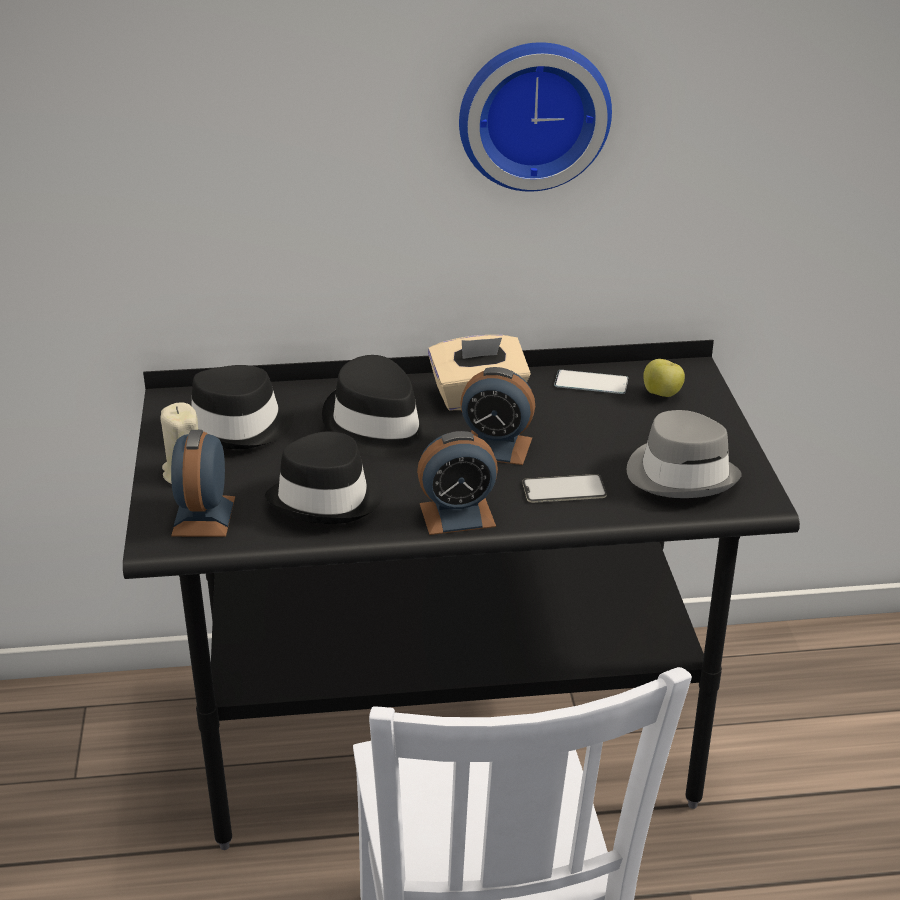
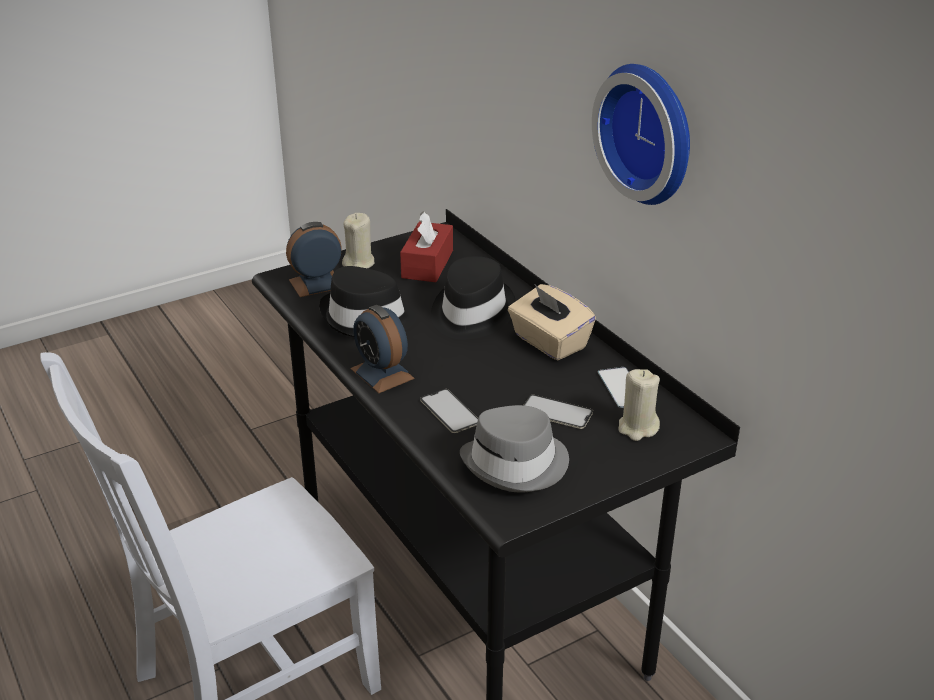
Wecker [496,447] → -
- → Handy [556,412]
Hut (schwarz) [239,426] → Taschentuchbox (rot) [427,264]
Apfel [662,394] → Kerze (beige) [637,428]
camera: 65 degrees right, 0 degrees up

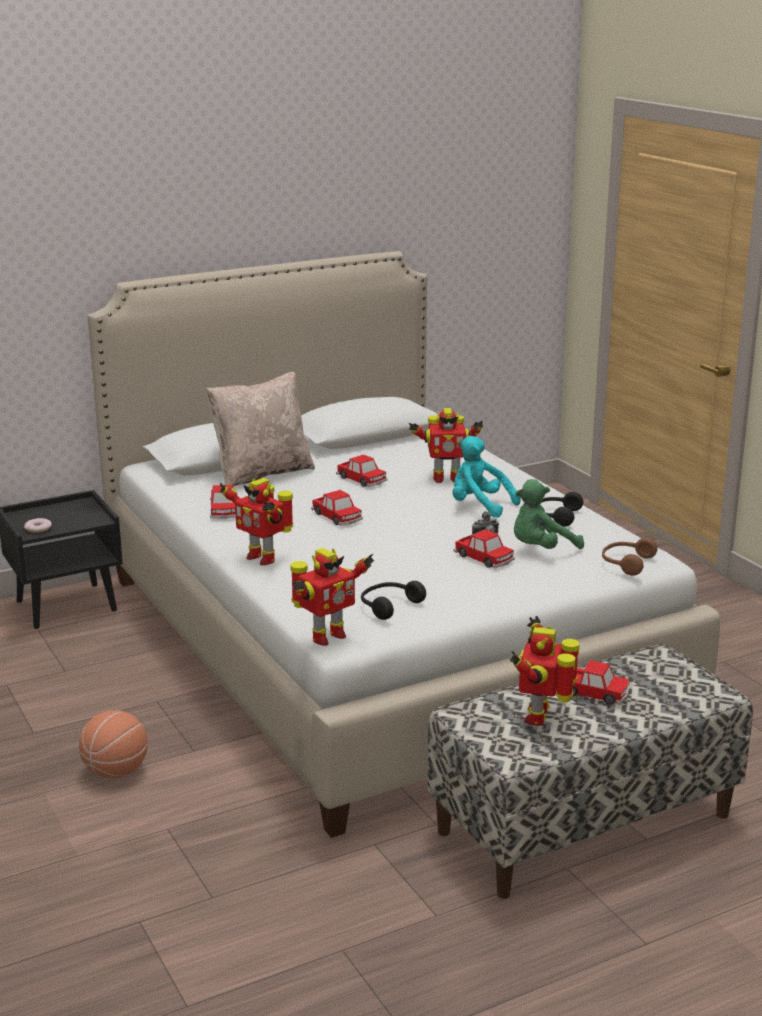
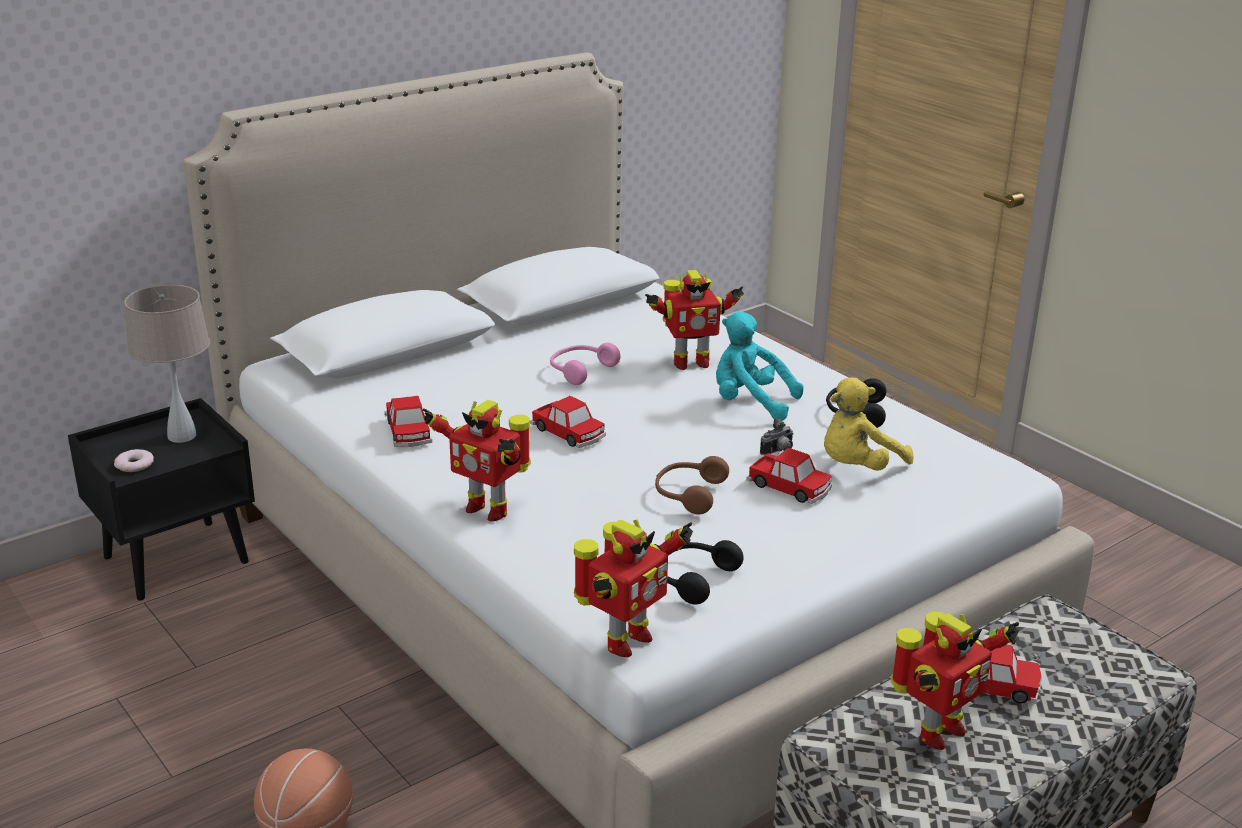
Kissen (beige) [261,474] → -
- → Tischlampe (beige) [182,436]
Kopfhörer (braun) [625,563] → Kopfhörer (braun) [688,494], relocated
Spielzeugauto [362,479] → Kopfhörer (rosa) [580,370]
Plüschtier (grün) [541,549] → Plüschtier (gelb) [857,467]
Spielzeugroboter [540,716] → Spielzeugroboter [936,732], 135 degrees counterclockwise
camera: 10 degrees left, 5 degrees up

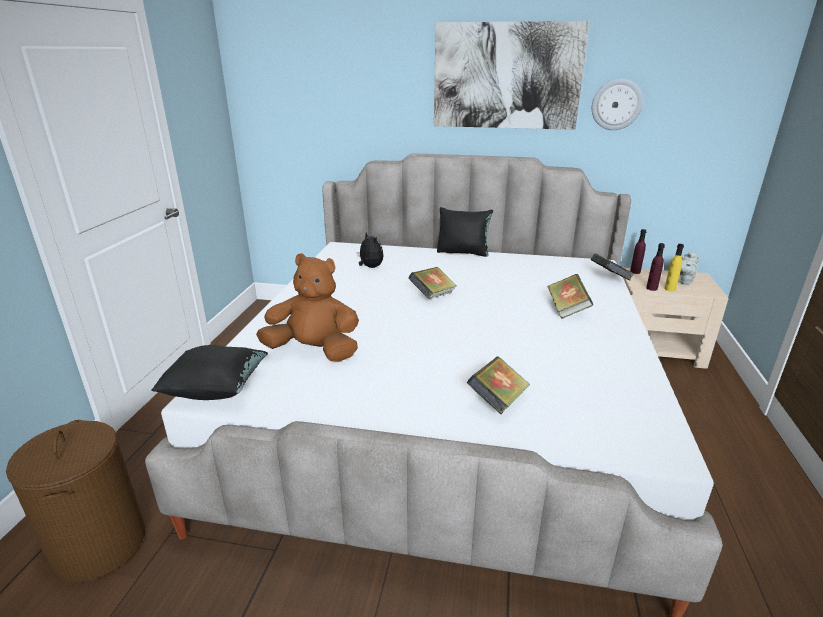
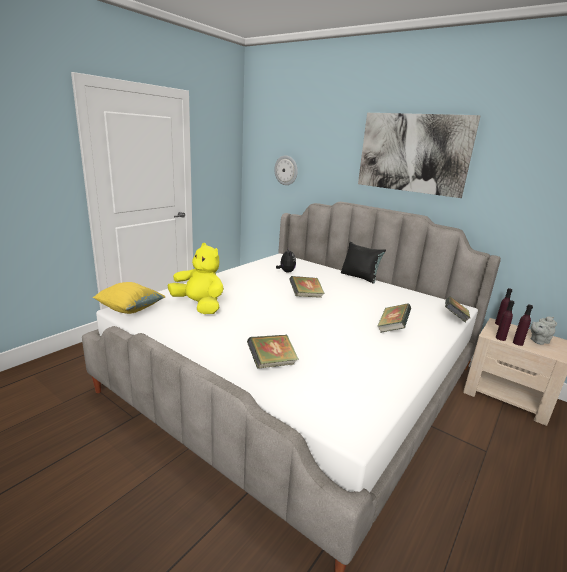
Wäschekorb (braun) [99,545] → -
Wanduhr [616,104] → Wanduhr [286,170], relocated
Kissen (schwarz) [216,389] → Kissen (gelb) [130,309]
Plüschtier (braun) [314,351] → Plüschtier (gelb) [199,306]
Flasche (gelb) [670,289] → Flasche (lila) [517,343]
camera: 25 degrees right, 5 degrees down

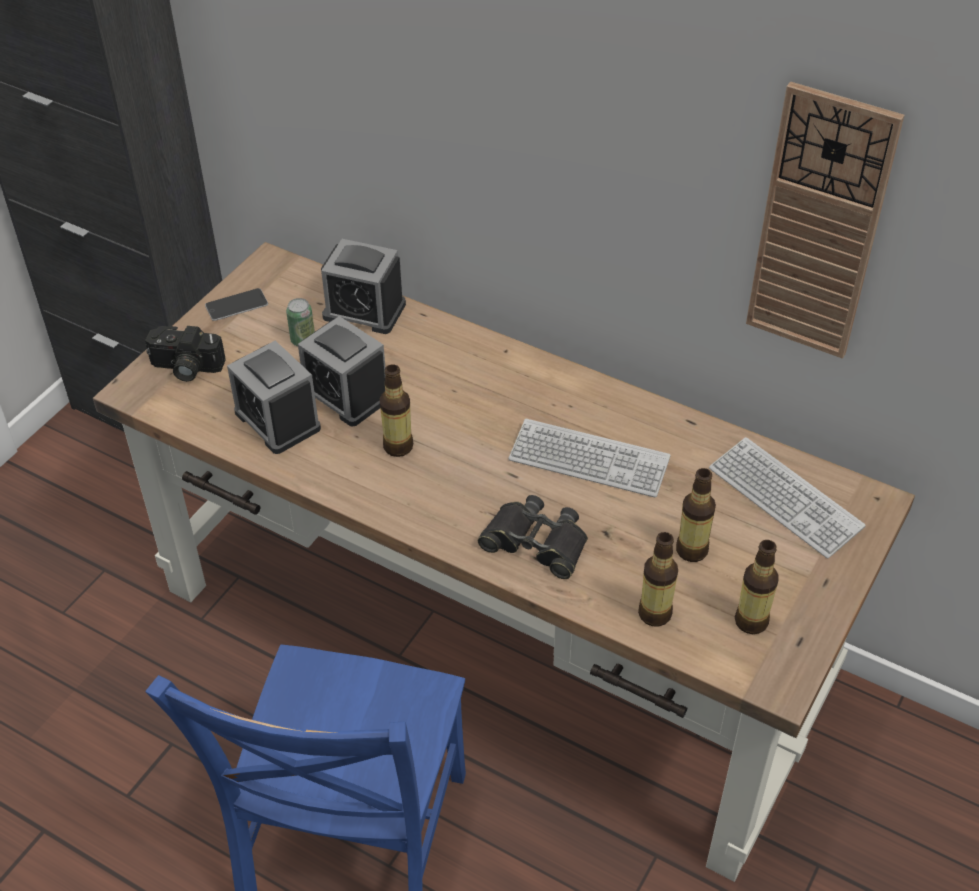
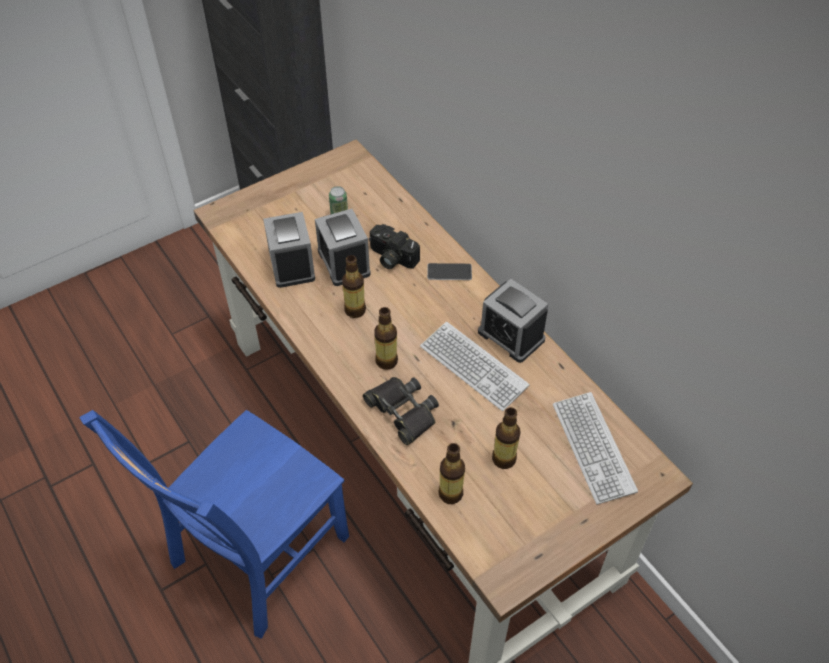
Wanduhr [819,226] → -
Kamera [185,368] → Kamera [391,258], relocated
Handy [236,305] → Handy [449,272], relocated
Wecker [364,310] → Wecker [511,336], relocated
Flasche [751,621] → Flasche [386,361], relocated
camera: 25 degrees right, 5 degrees up

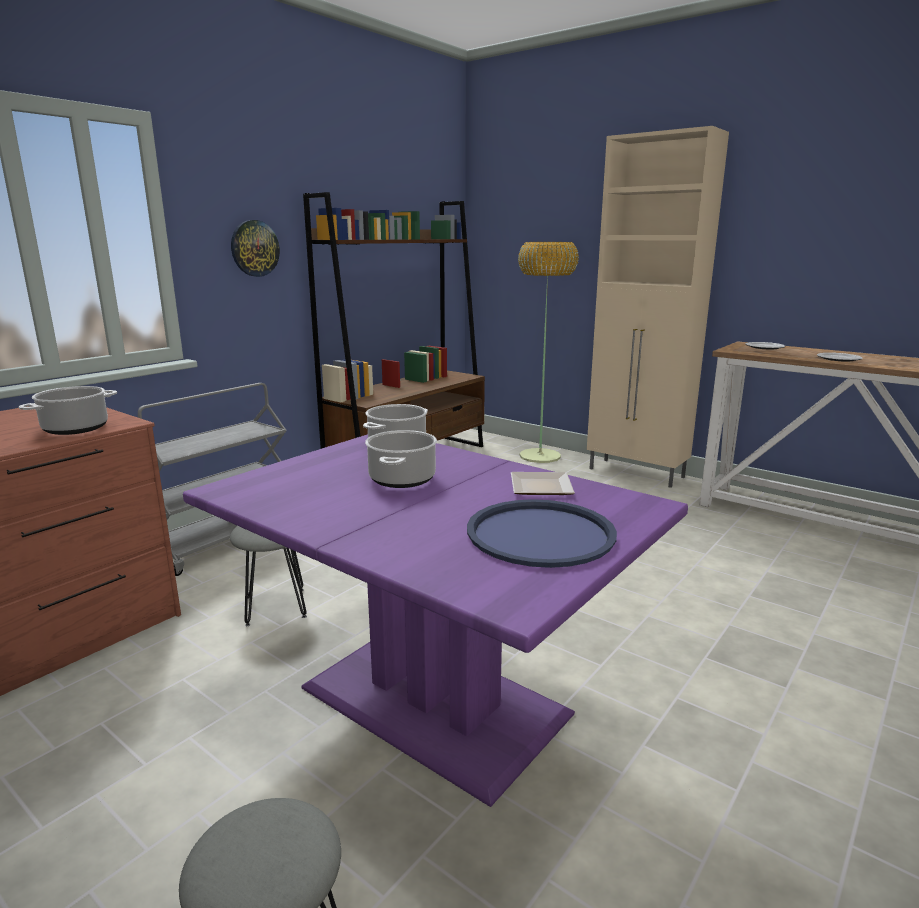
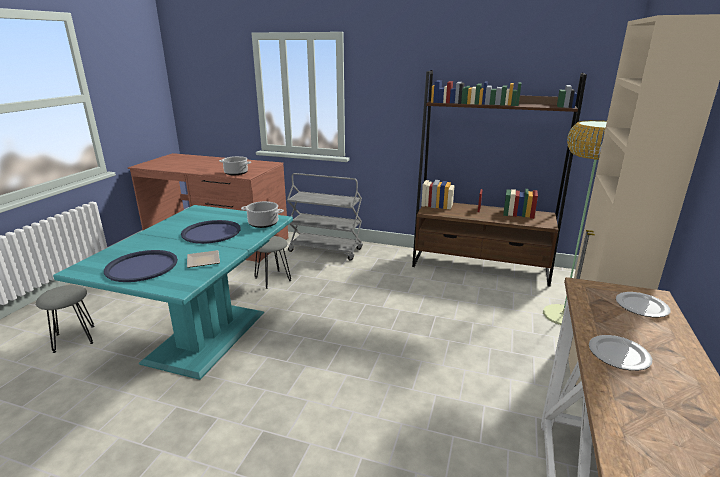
Wanduhr [254,248] → -
Kochtopf [402,479] → Tablett (blau) [211,232]
Esstisch (lila) [432,703] → Esstisch (türkis) [205,336]
camera: 70 degrees right, 5 degrees up

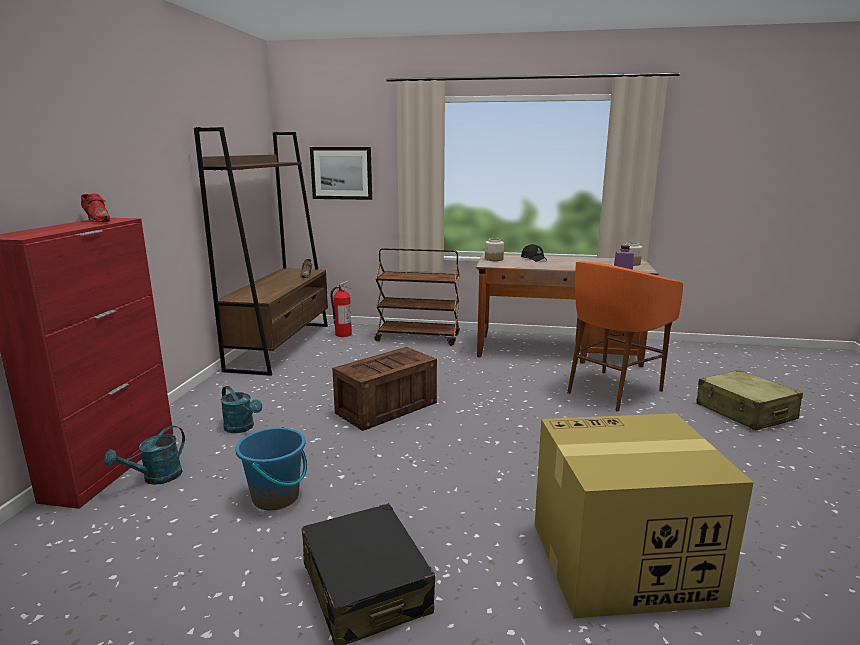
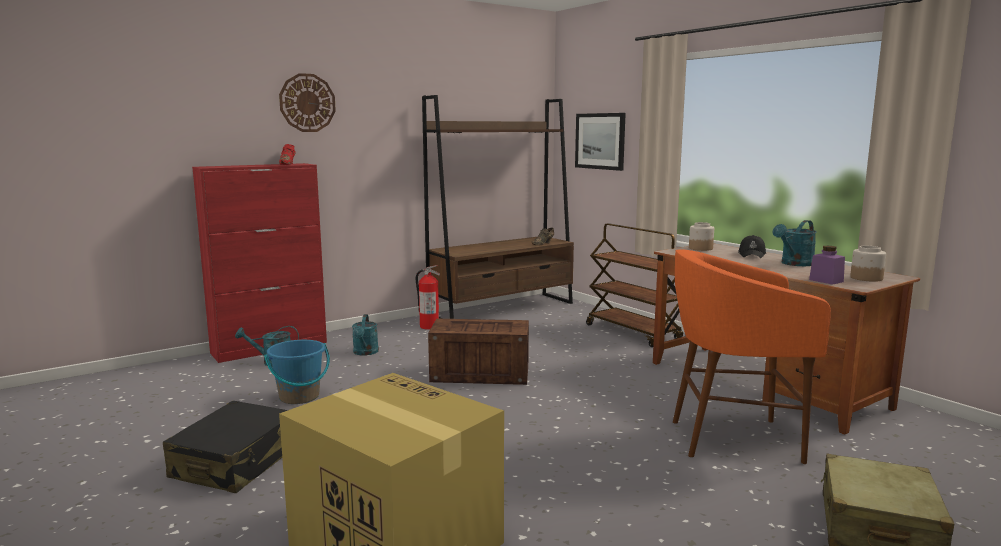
- → Wanduhr [307,103]
- → Gießkanne (türkis) [794,264]
Feuerlöscher [343,334] → Feuerlöscher [429,326], relocated
camera: 45 degrees right, 5 degrees down

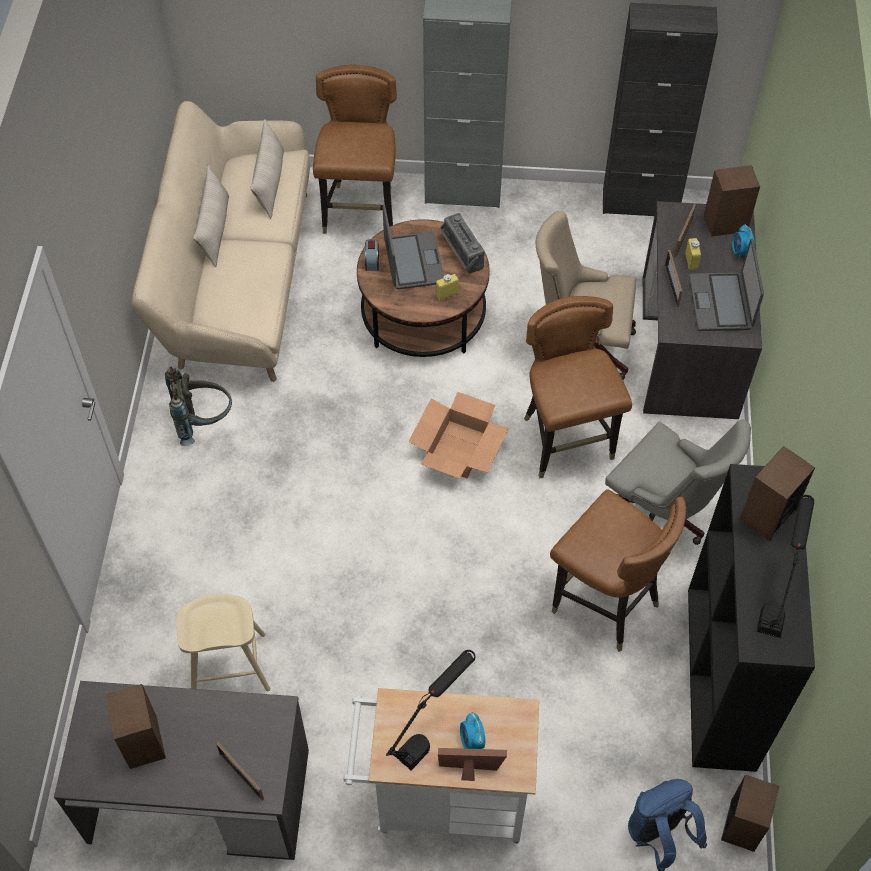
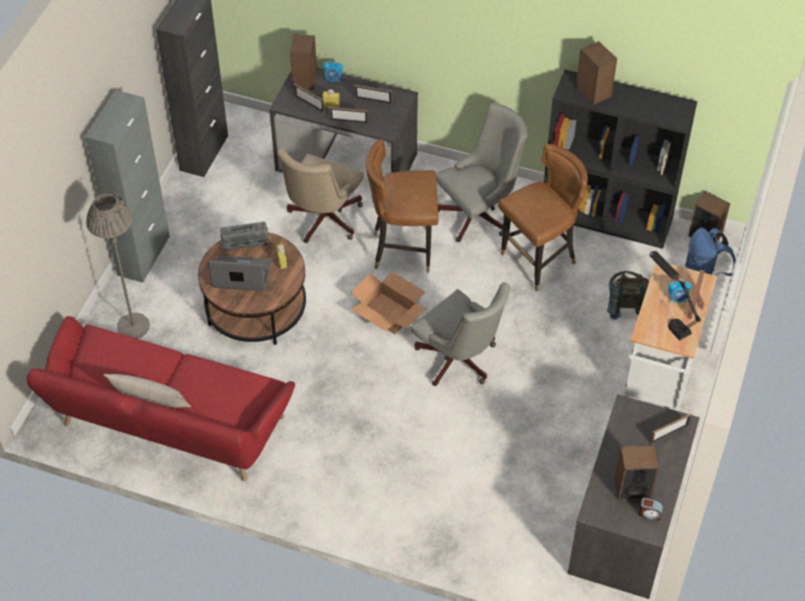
Hocker (beige) [228,667] → -
Kissen (beige) [270,183] → -
Tischlampe (schwarz) [775,598] → -
- → Bürostuhl (grau) [459,362]
Rucksack (grau) [203,422] → Rucksack (grau) [625,305], relocated
Wecker [372,261] → Wecker [649,513], relocated
Stuhl (braun) [361,213] → Stehlampe (grau) [133,326]
Laptop [721,303] → Bilderrahmen [373,101]
Sofa (beige) [237,280] → Sofa (rot) [168,425]
camera: 75 degrees left, 5 degrees down

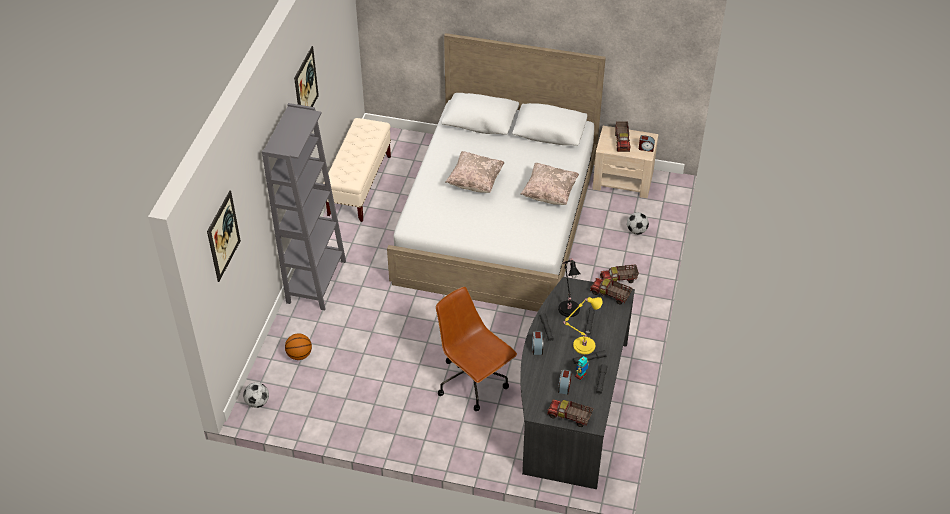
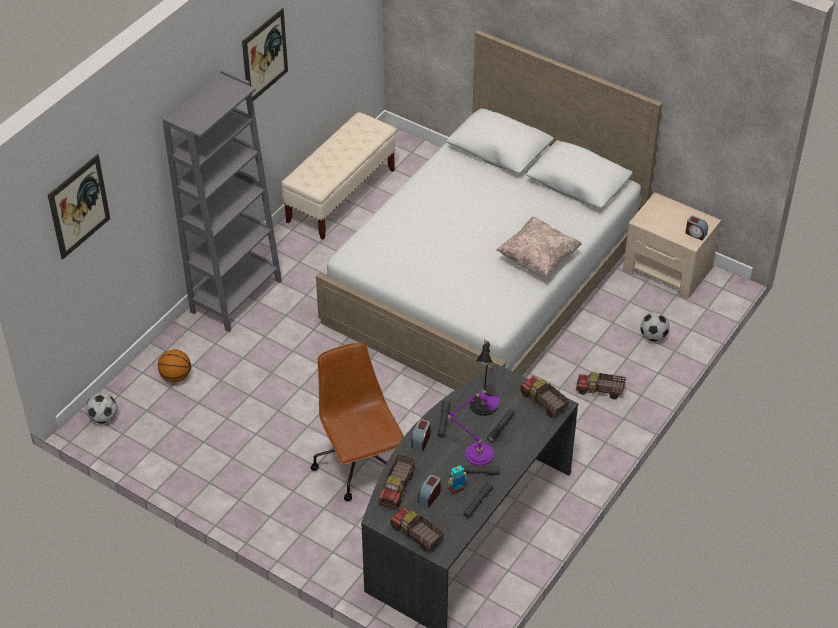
Kissen (beige) [475,182] → -
Spielzeuglaster [622,142] → Spielzeuglaster [397,488], relocated
Tischlampe (gelb) [582,346] → Tischlampe (lila) [476,454]
camera: 20 degrees right, 0 degrees up

